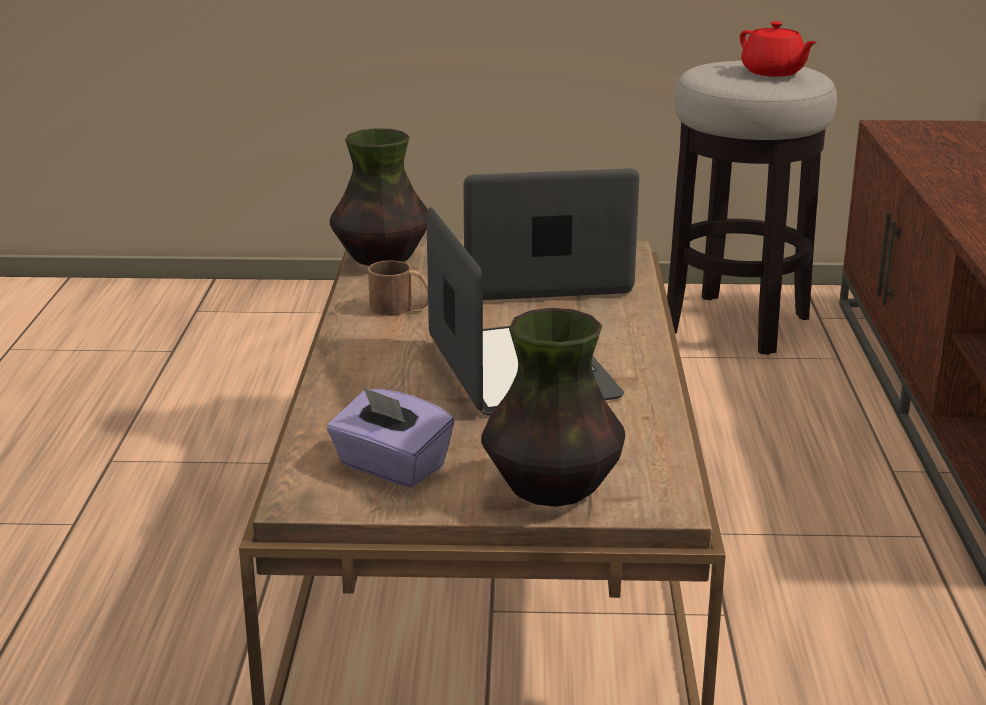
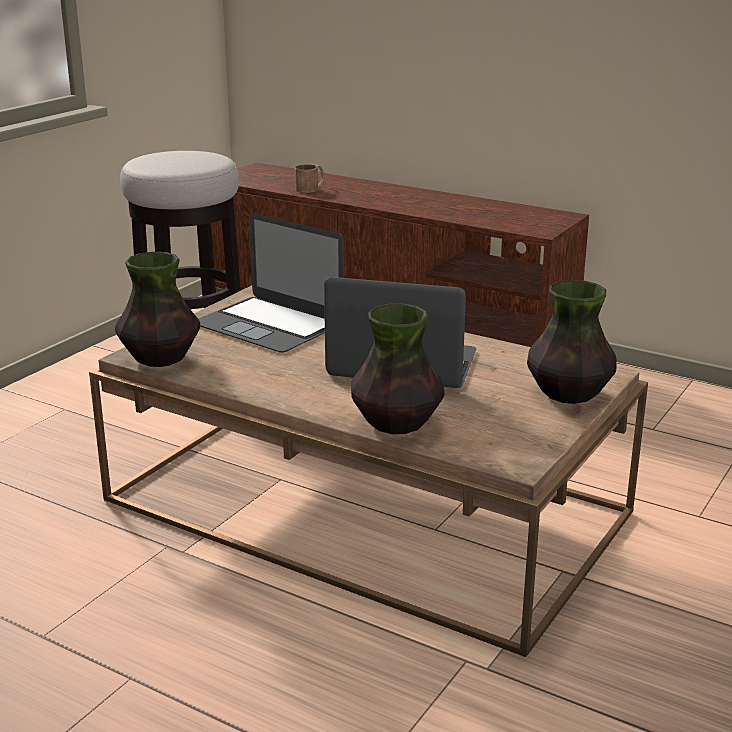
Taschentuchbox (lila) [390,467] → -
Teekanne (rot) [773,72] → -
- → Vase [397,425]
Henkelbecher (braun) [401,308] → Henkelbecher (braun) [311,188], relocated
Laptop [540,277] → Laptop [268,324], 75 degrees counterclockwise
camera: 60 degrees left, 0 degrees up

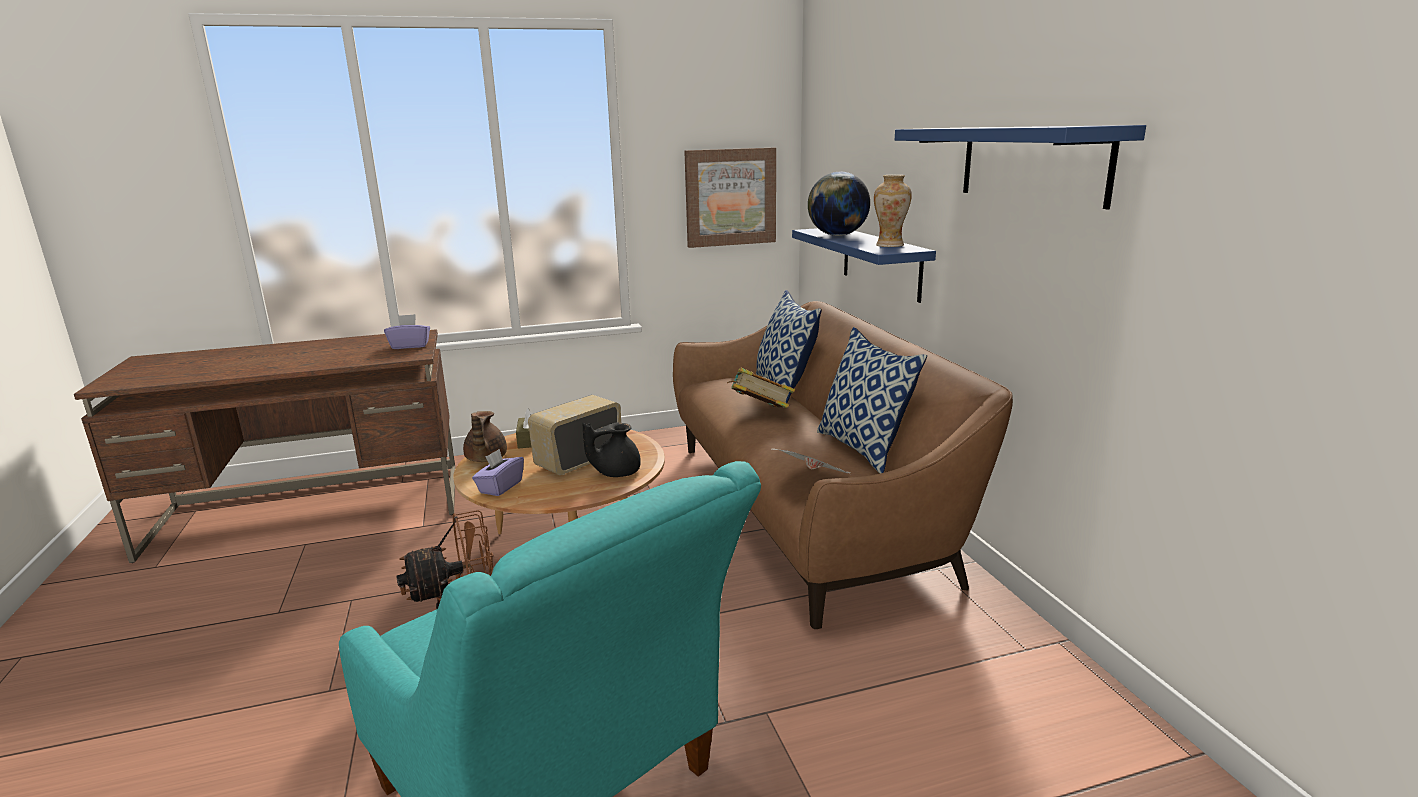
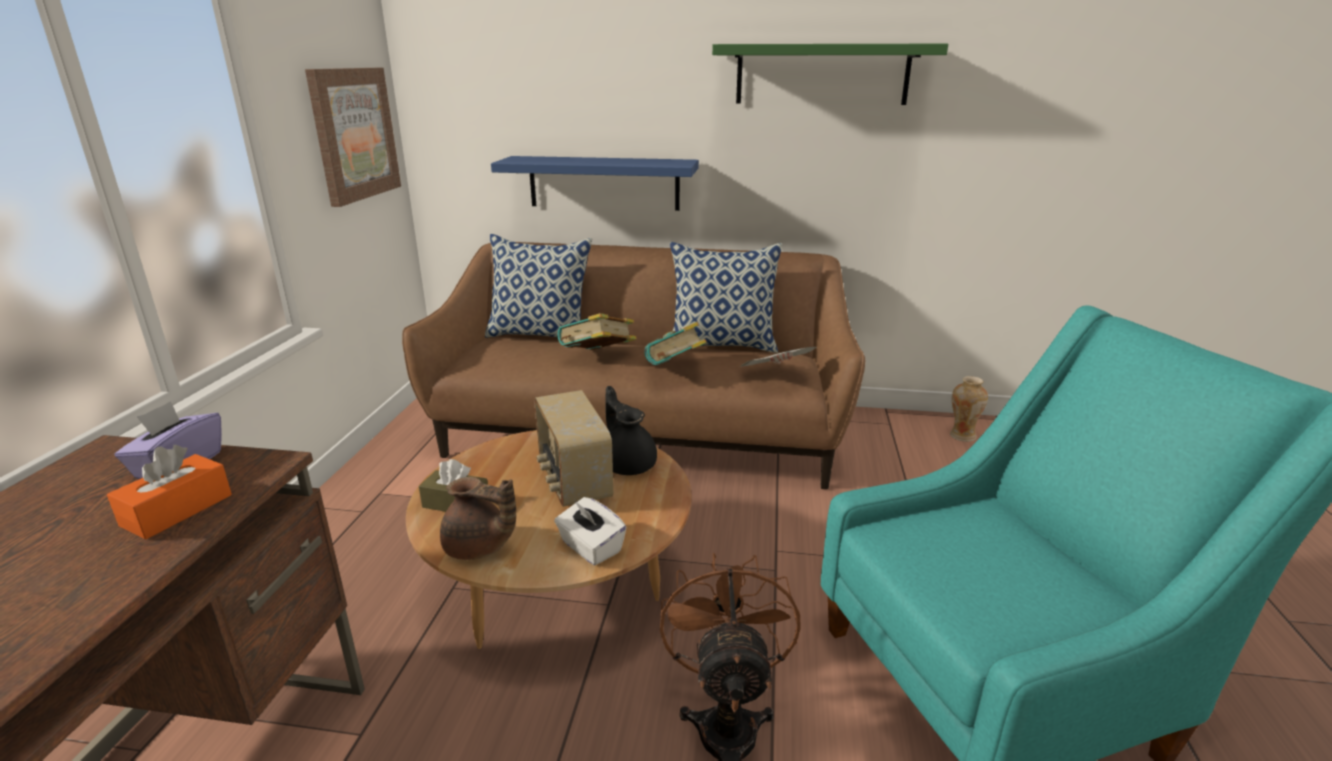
Globus [837,235] → -
- → Taschentuchbox (orange) [177,510]
- → Buch [674,371]
Vase [889,245] → Vase [962,436], relocated
Taschentuchbox (lila) [500,487] → Taschentuchbox (weiß) [590,547]
Wandregal (blau) [1032,163] → Wandregal (grün) [822,75]
Teekanne (schwarz) [615,472] → Teekanne (schwarz) [629,464], 150 degrees clockwise
camera: 65 degrees left, 5 degrees up

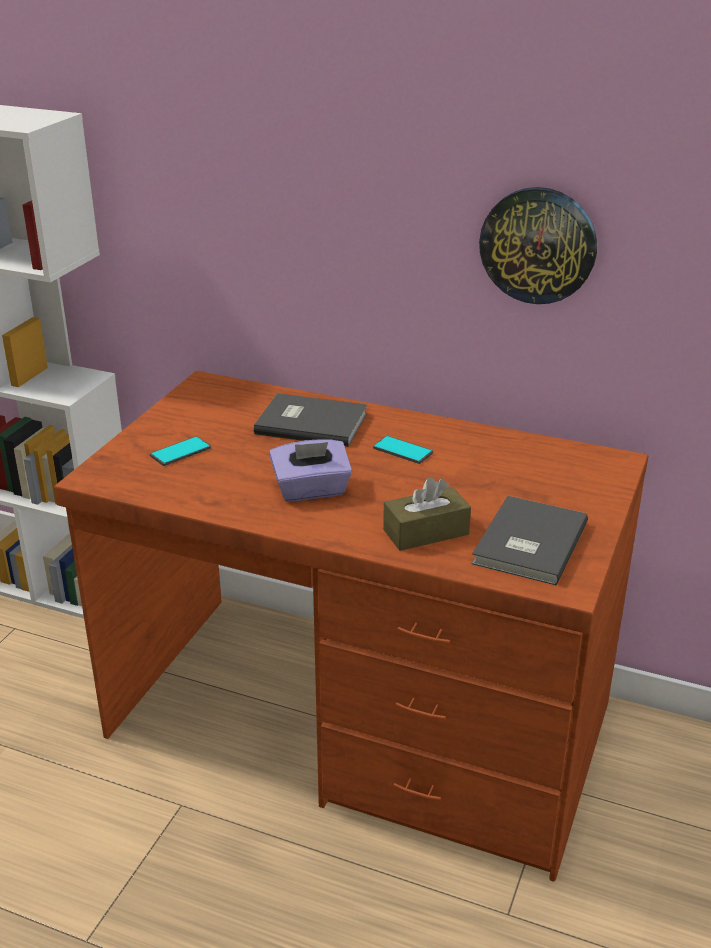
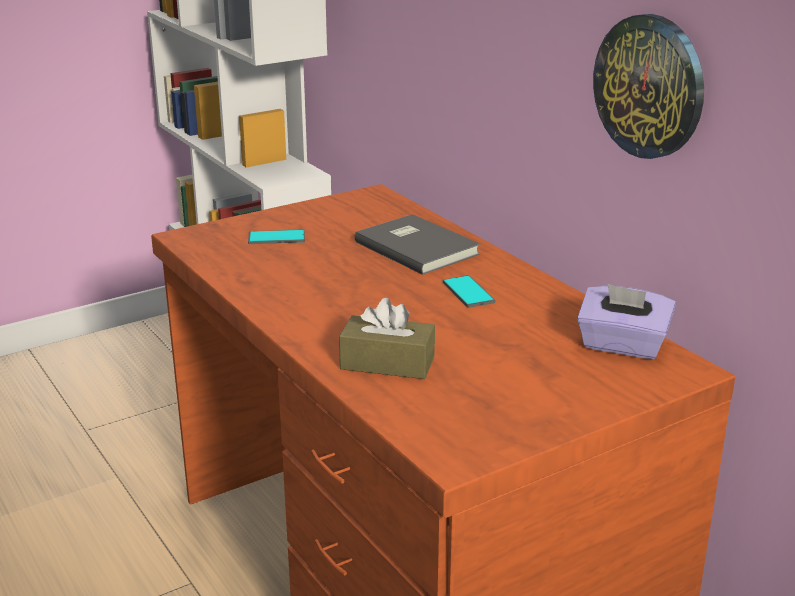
Buch (grau) [526,543] → -
Taschentuchbox (lila) [311,490] → Taschentuchbox (lila) [622,346], relocated
camera: 35 degrees right, 5 degrees down

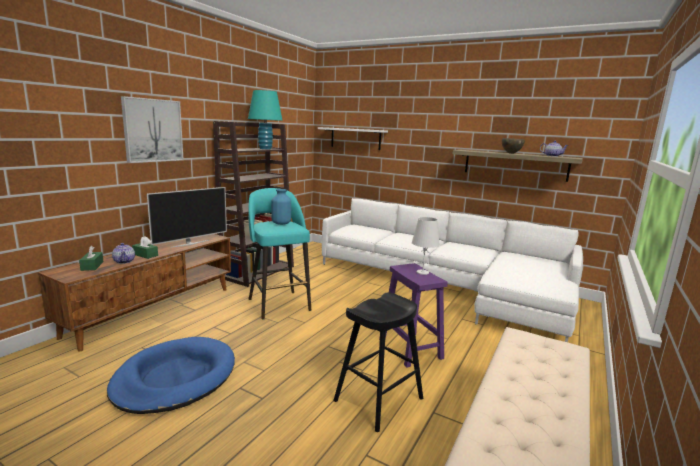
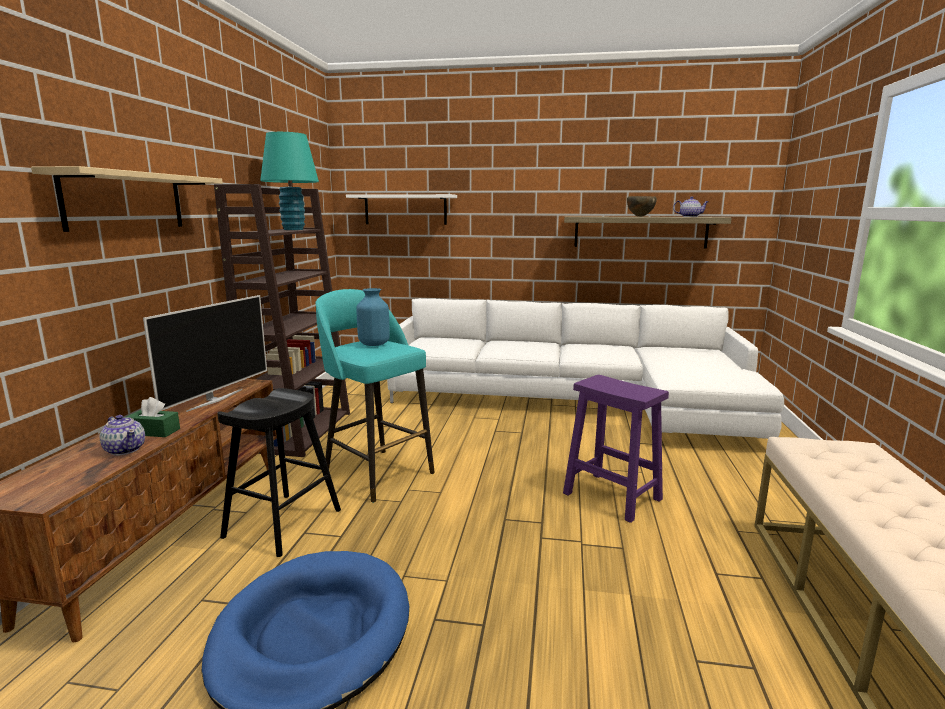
Taschentuchbox (grün) [92,266] → -
Tischlampe (weiß) [422,272] → -
Hocker (schwarz) [379,399] → Hocker (schwarz) [283,523], relocated
Bild [153,130] → Wandregal (beige) [125,201]
camera: 20 degrees left, 0 degrees up

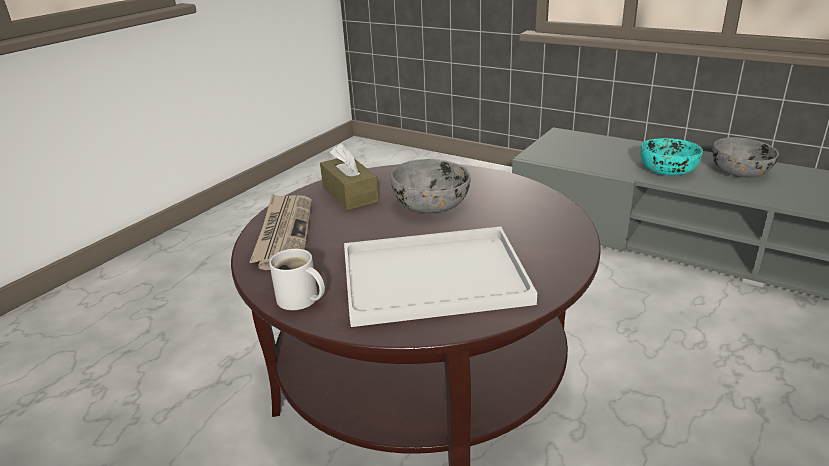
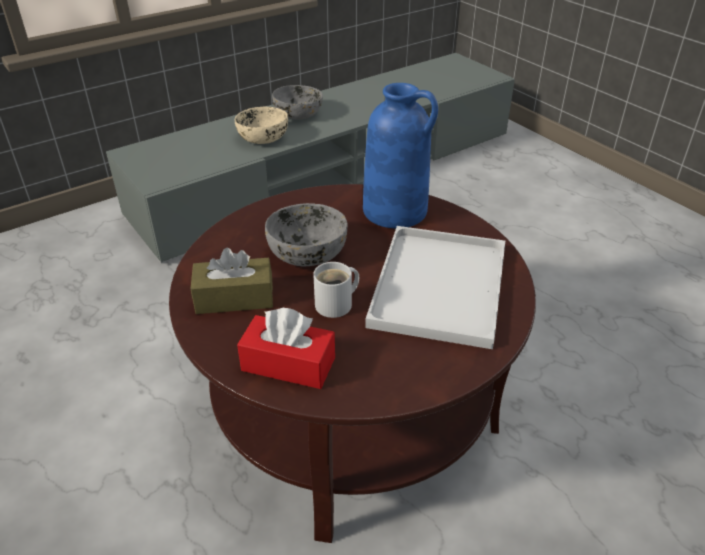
- → Vase (blau) [396,211]
Henkelbecher (weiß) [299,300] → Henkelbecher (weiß) [337,304], relocated
Zeitung [284,233] → Taschentuchbox (rot) [288,364]
Schüssel (türkis) [668,170] → Schüssel (beige) [263,138]
camera: 70 degrees left, 10 degrees up

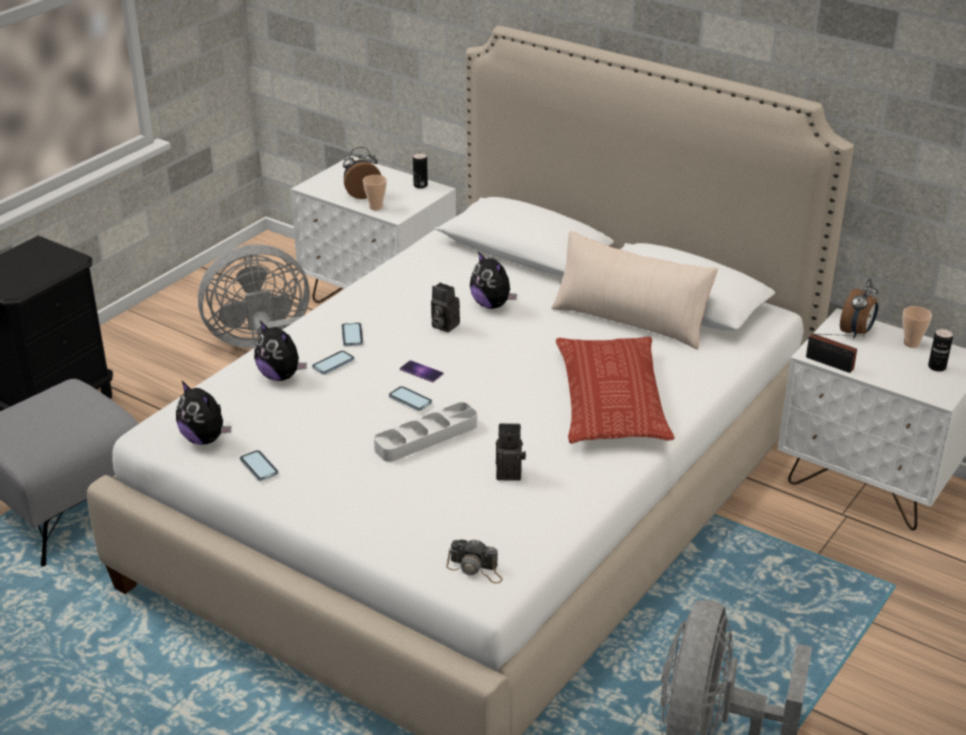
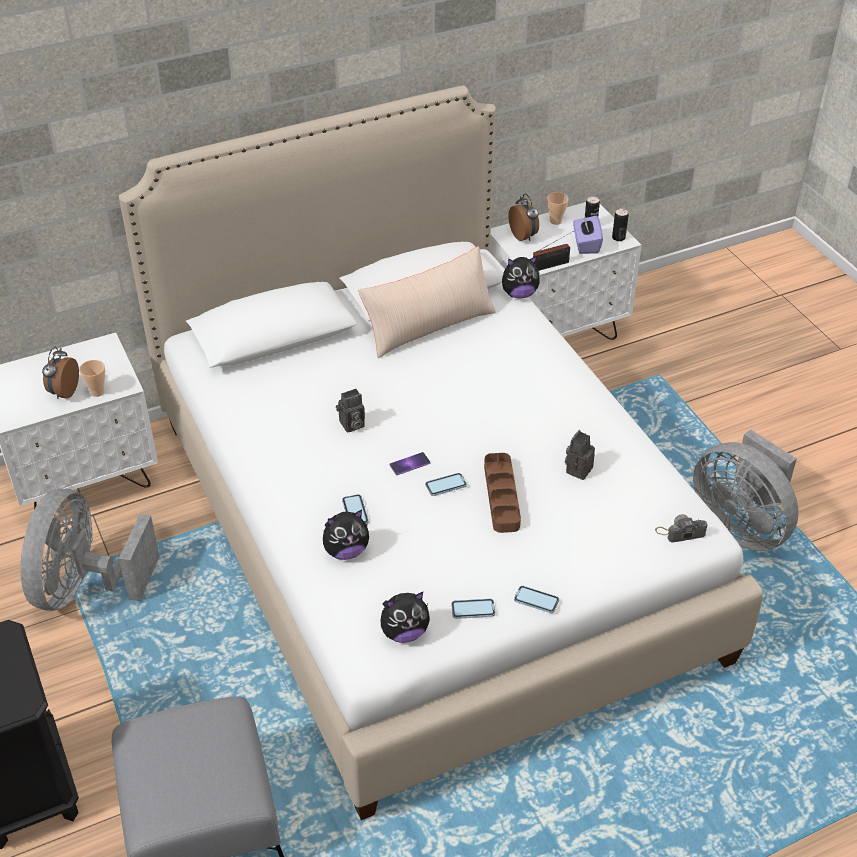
Kissen [611,400] → -
- → Taschentuchbox (lila) [586,244]
Handy [352,335] → Handy [536,600], relocated
Dose [420,185] → Dose [618,238], relocated
Plüschtier [492,305] → Plüschtier [519,294], relocated
Tablett (grau) [426,437] → Tablett (braun) [501,496]
Kamera [475,569] → Kamera [680,532], 150 degrees counterclockwise
camera: 60 degrees left, 10 degrees up

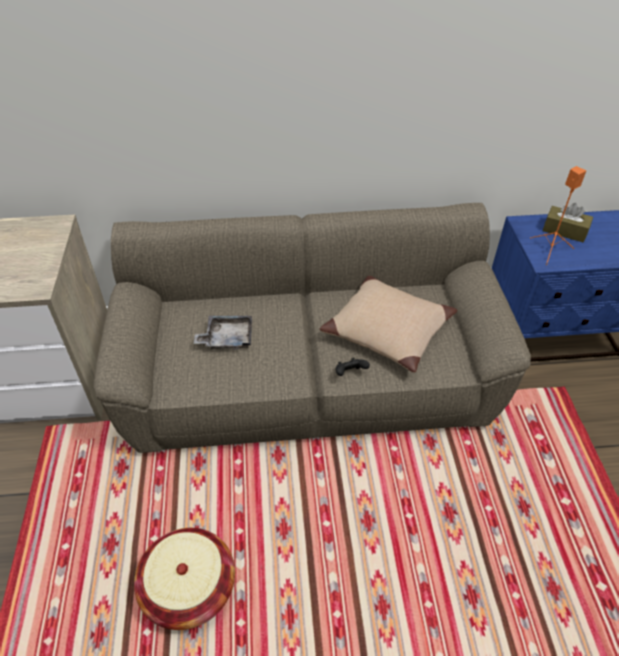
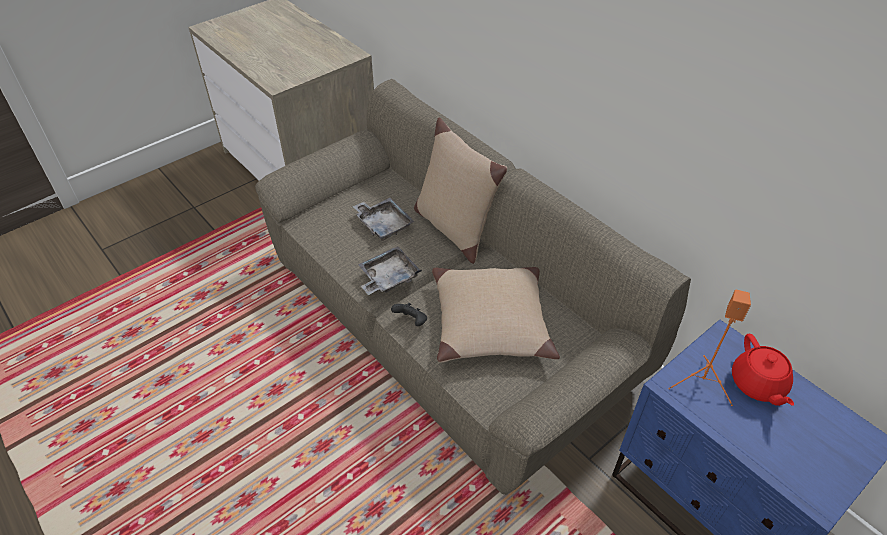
Korb [189,588] → -
- → Tablett (grau) [388,277]
- → Kissen (beige) [454,228]
Taschentuchbox (braun) [564,231] → Teekanne (rot) [757,384]
camera: 55 degrees right, 0 degrees up

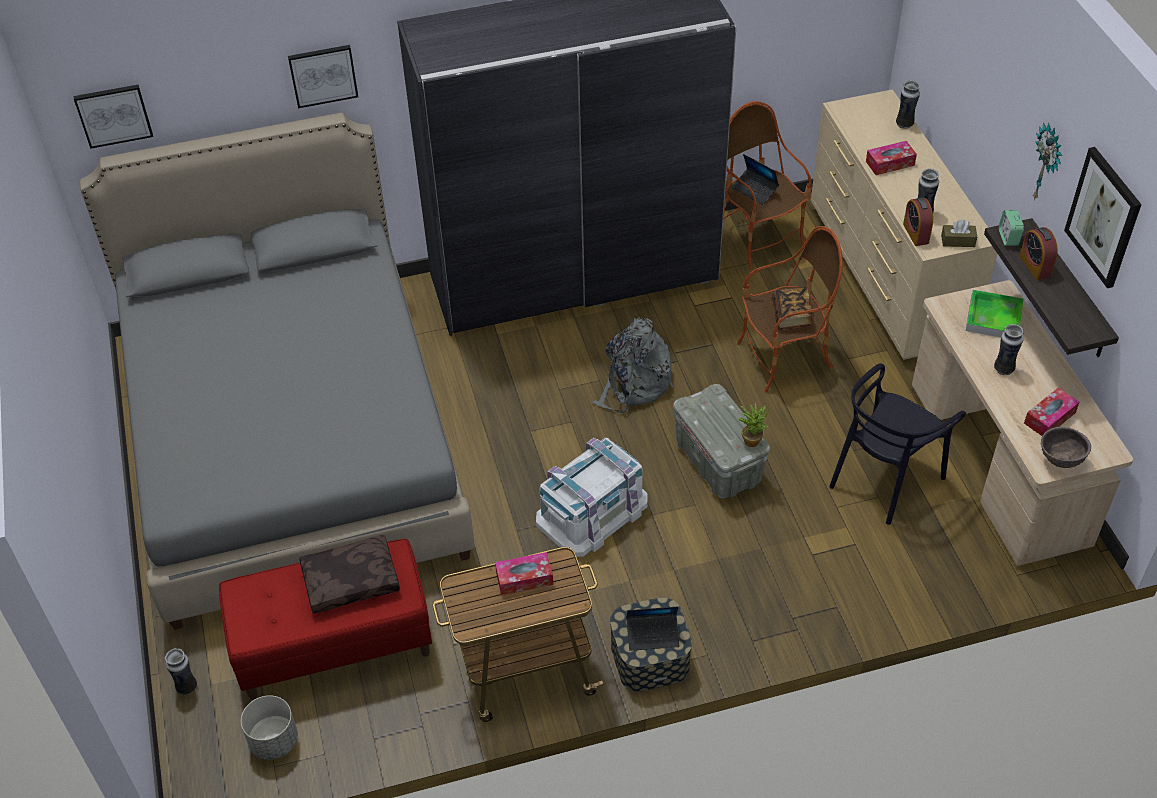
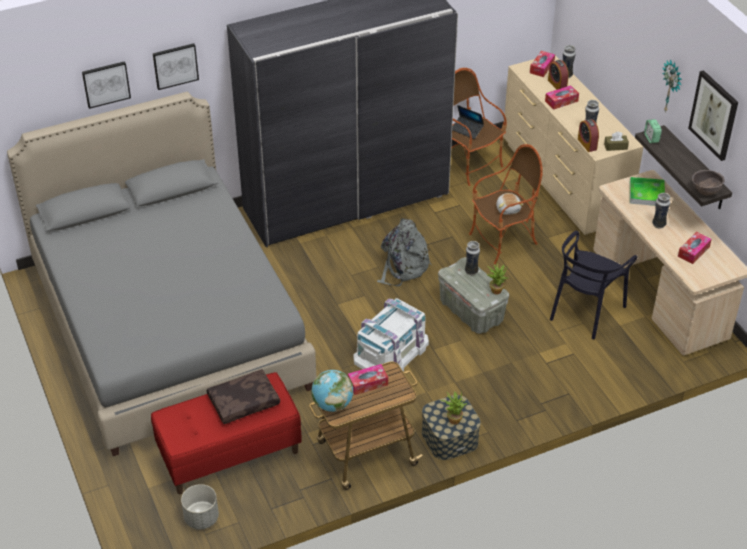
- → Globus [332,404]
- → Taschentuchbox [542,67]
Bild [113,115] → Bild [106,84], relocated
Vase [187,687] → Vase [471,271], relocated
Wecker [1035,266] → Wecker [557,84], relocated
Schüssel (braun) [1060,460] → Schüssel (braun) [705,192], relocated
Laptop [653,635] → Topfpflanze [453,418]
Buch [791,316] → Plüschtier [508,209]
camera: 10 degrees left, 5 degrees down

